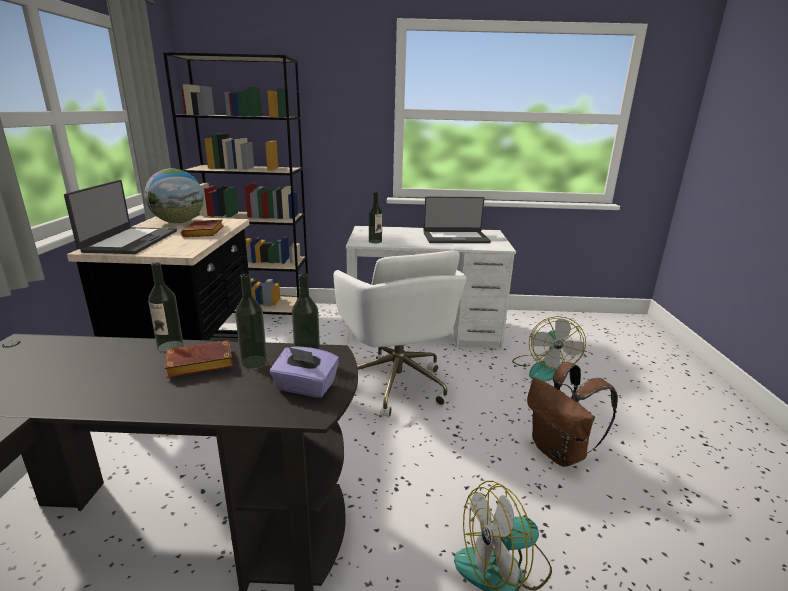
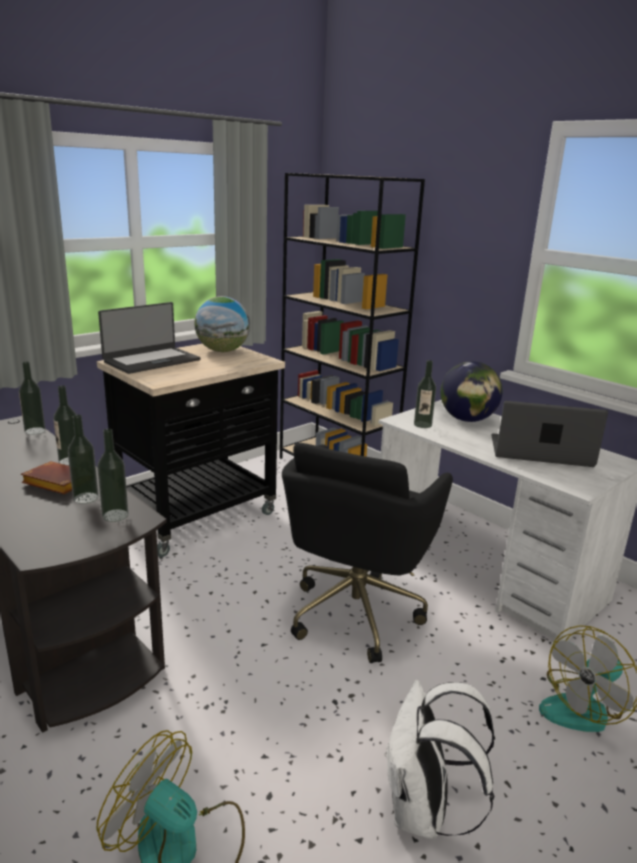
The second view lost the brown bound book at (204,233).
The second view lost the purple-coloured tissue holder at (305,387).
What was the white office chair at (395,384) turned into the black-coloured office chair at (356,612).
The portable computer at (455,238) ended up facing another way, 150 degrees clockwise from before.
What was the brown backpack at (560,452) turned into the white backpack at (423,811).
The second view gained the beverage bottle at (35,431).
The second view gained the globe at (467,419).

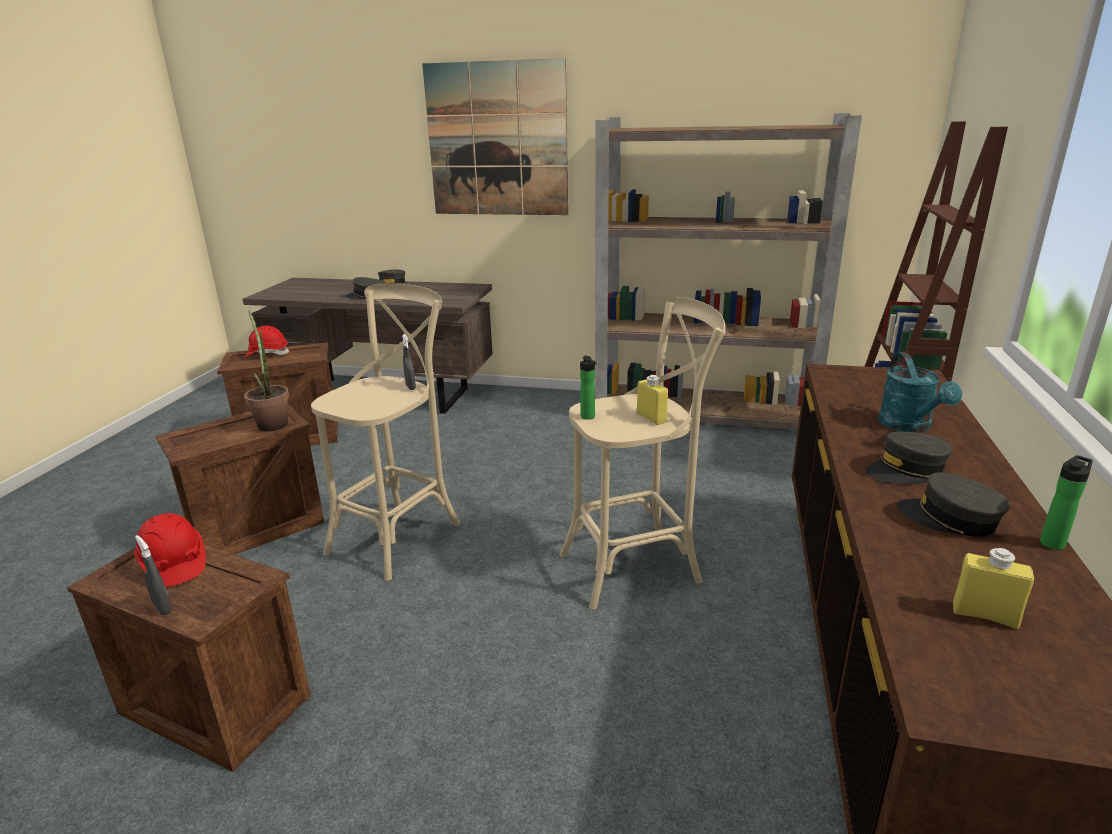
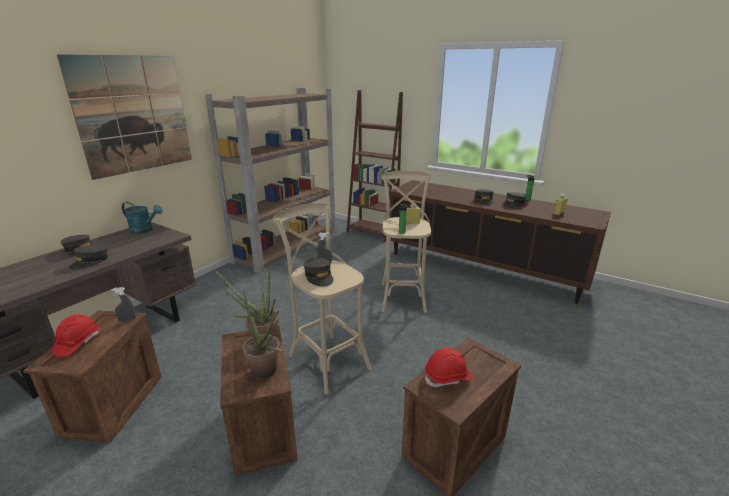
The grey sprayer ended up elsewhere, having gone from (162,608) to (127,320).
The blue-green watering can ended up elsewhere, having gone from (909,427) to (145,230).
The second view gained the houseplant at (267,373).
The second view gained the grey peaked cap at (319,277).

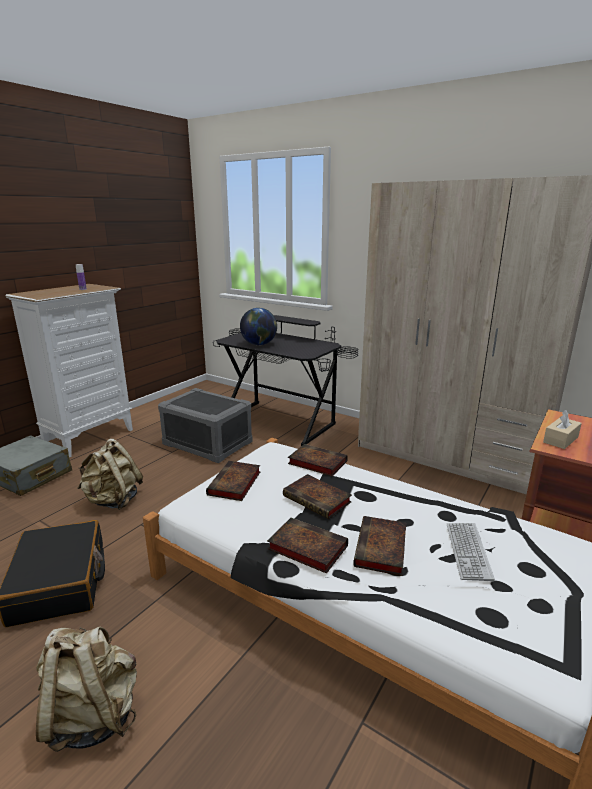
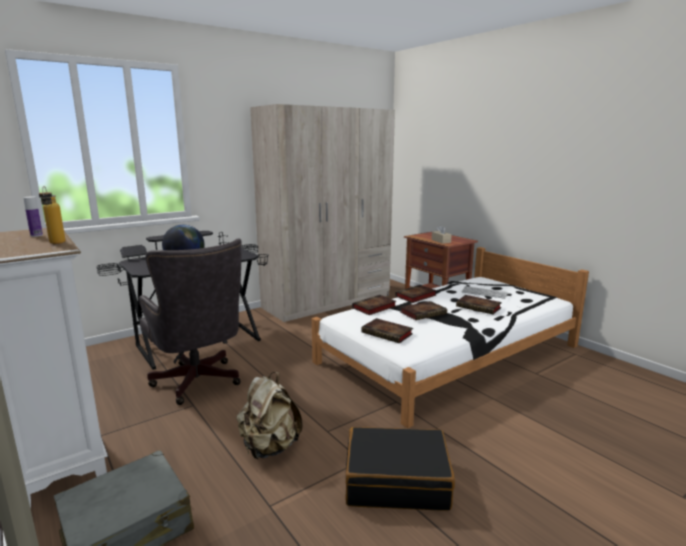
The second view lost the sand-coloured backpack at (93,715).
Where the grey storage box stood at (207,443), the grey office chair came to stand at (199,383).
The bound book ended up elsewhere, having gone from (305,547) to (415,296).
The second view gained the beverage bottle at (56,243).

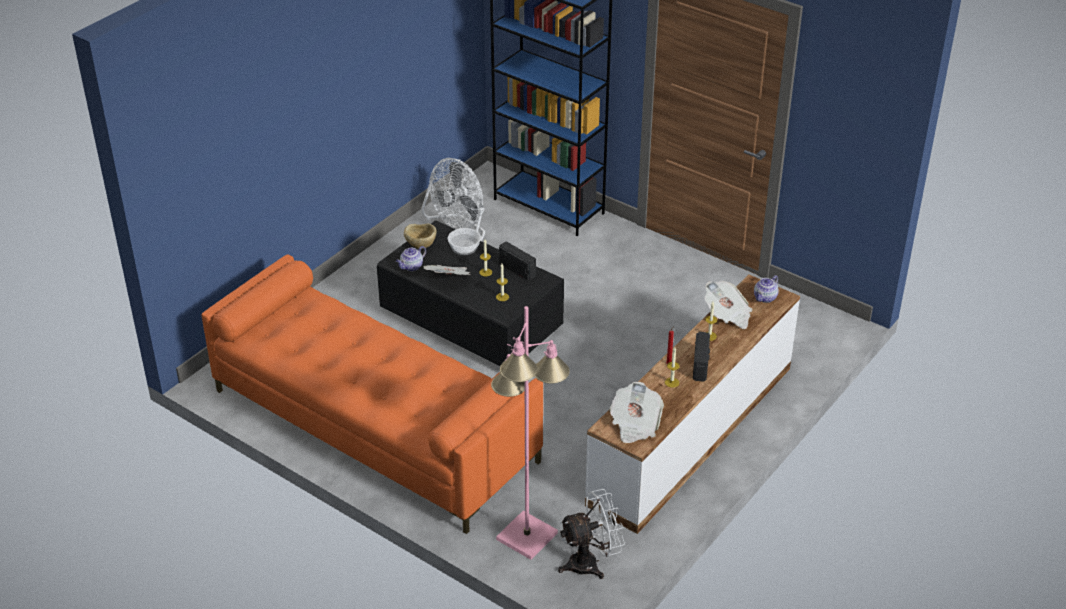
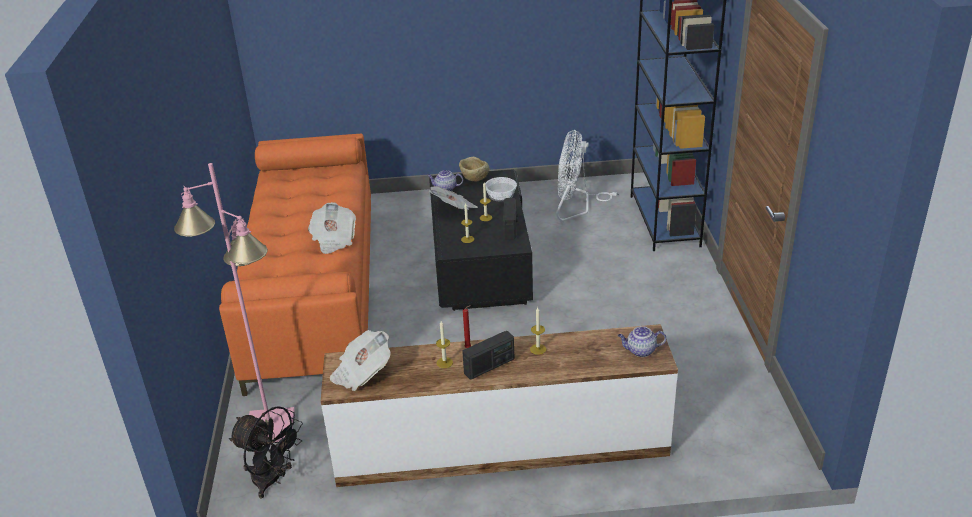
What was the white fan at (590,563) turned into the black-coloured fan at (273,480).
The daily paper ended up elsewhere, having gone from (727,315) to (333,240).

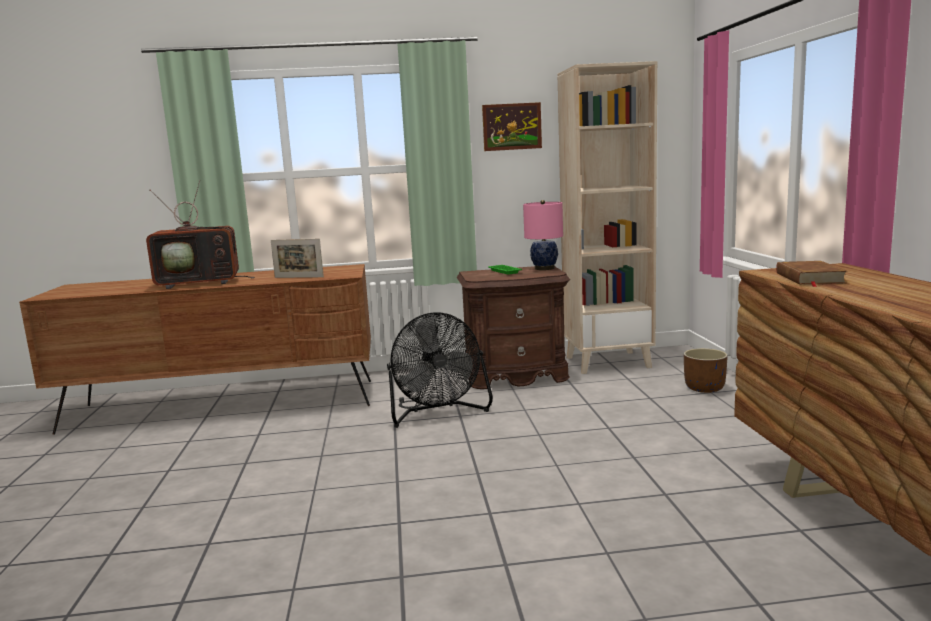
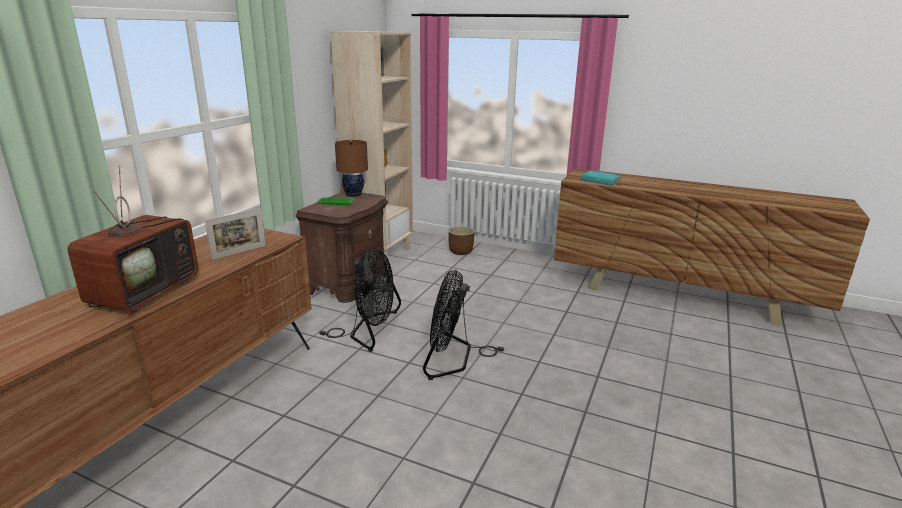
The second view lost the wall art at (512,126).
What was the pink lamp for a table at (544,268) turned into the brown lamp for a table at (353,194).
What was the brown bound book at (809,278) turned into the blue-green bound book at (601,181).
The second view gained the black-coloured fan at (455,355).

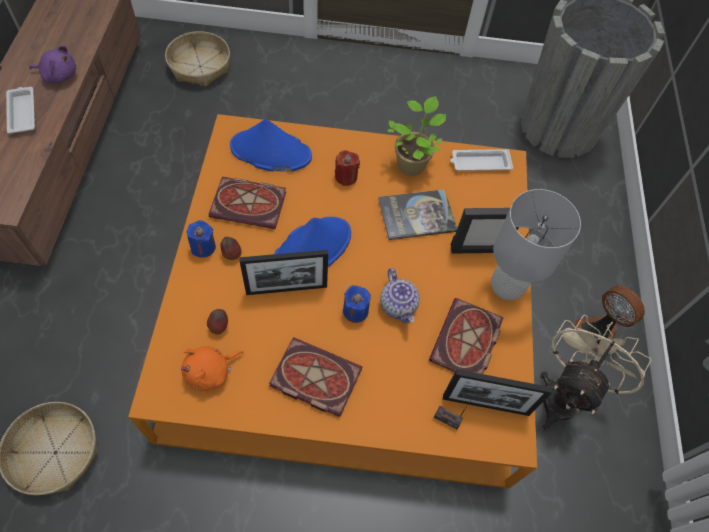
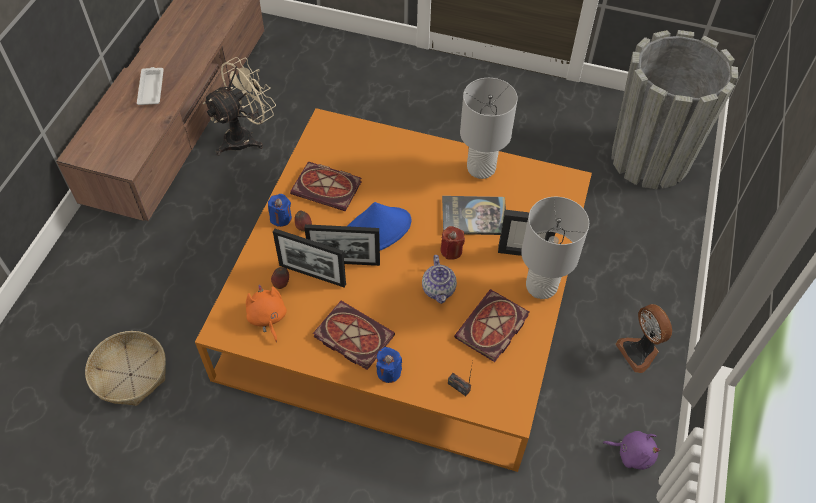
The purple-coloured cuddly toy ended up elsewhere, having gone from (59,75) to (632,454).
The second view lost the storage basket at (200,66).
The orangey cuddly toy at (211,372) ended up facing another way, 90 degrees clockwise from before.
The second view lost the blue-coloured wearable hat at (270,151).
The reddish wax candle ended up elsewhere, having gone from (346,177) to (451,250).
The blue-coloured wax candle ended up elsewhere, having gone from (355,311) to (388,372).
Where the houseplant stood at (411,163), the grey lamp for a table came to stand at (480,171).
The photo frame ended up elsewhere, having gone from (485,405) to (312,275).
The second view lost the white tray at (479,163).
The sand-coloured fan ended up elsewhere, having gone from (564,394) to (245,137).

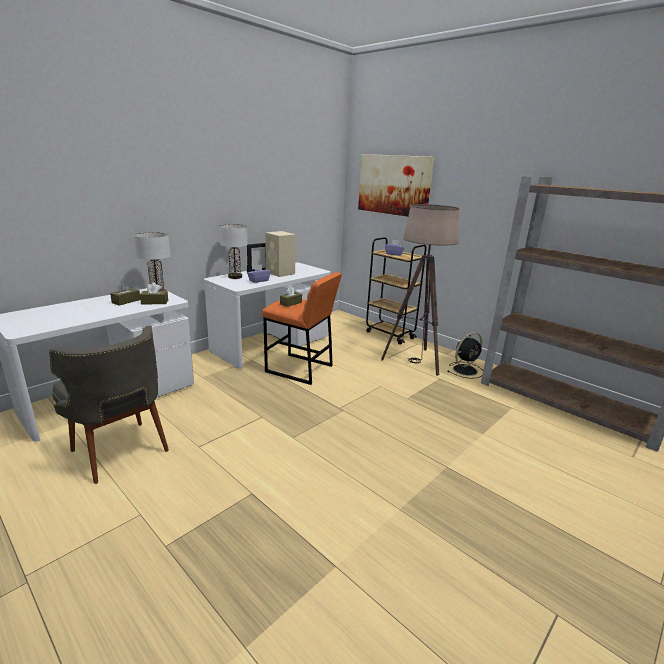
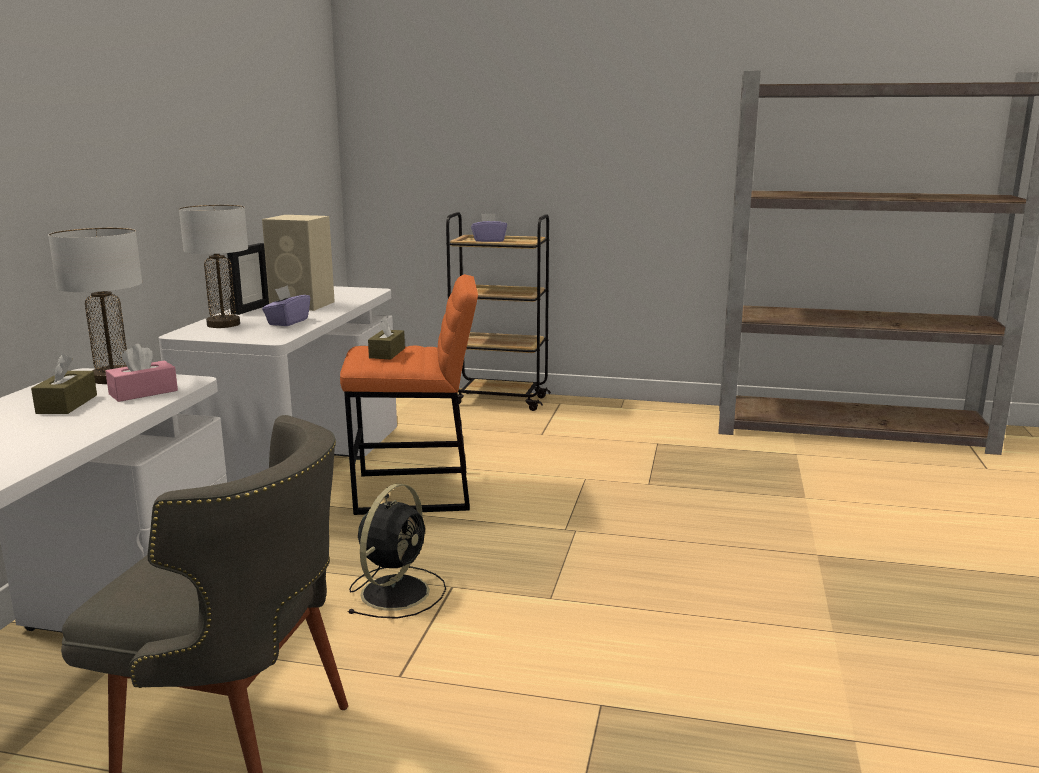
What was the brown tissue holder at (154,302) turned into the pink tissue holder at (143,392).
The second view lost the wall art at (394,185).
The second view lost the floor lamp at (414,361).
The black-coloured fan ended up elsewhere, having gone from (465,370) to (397,591).

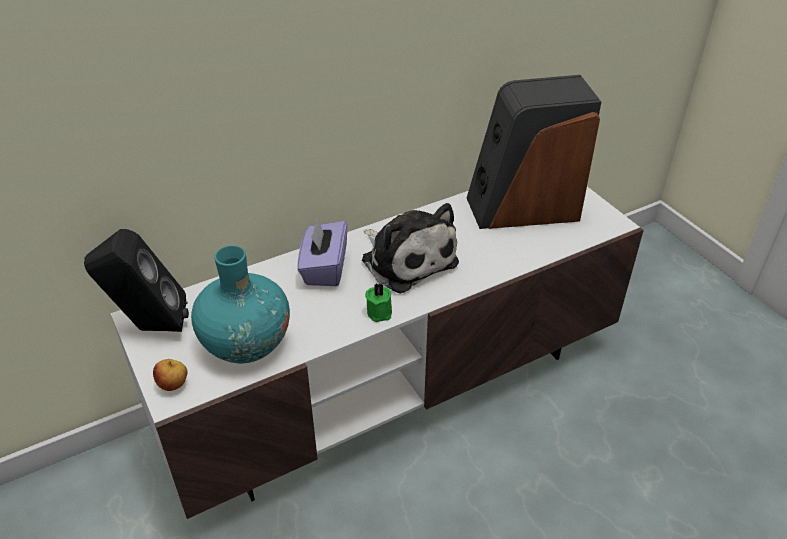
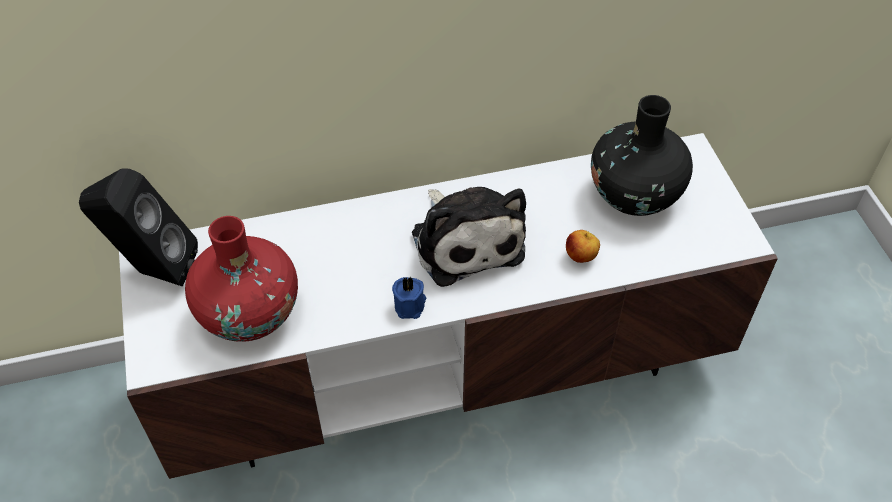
The whole apple ended up elsewhere, having gone from (174,385) to (581,257).
What was the blue-green vase at (246,343) turned into the reddish vase at (249,314).
The second view lost the purple-coloured tissue holder at (324,268).
What was the green-coloured wax candle at (380,311) turned into the blue-coloured wax candle at (411,305).
Where the speaker stood at (522,207), the black-coloured vase came to stand at (634,195).

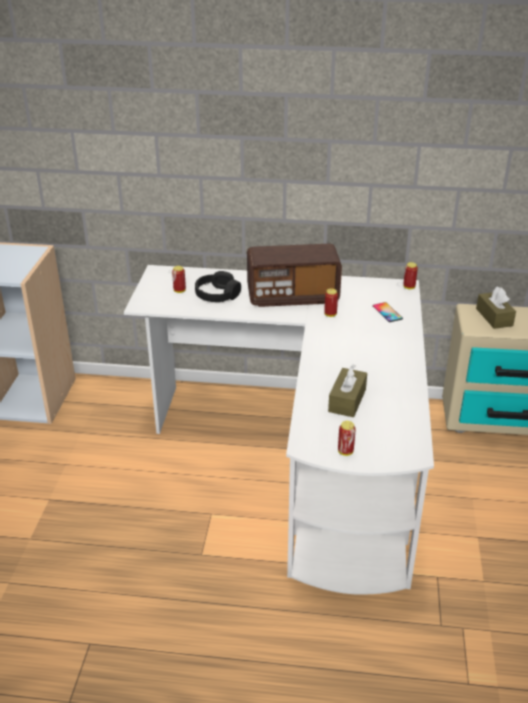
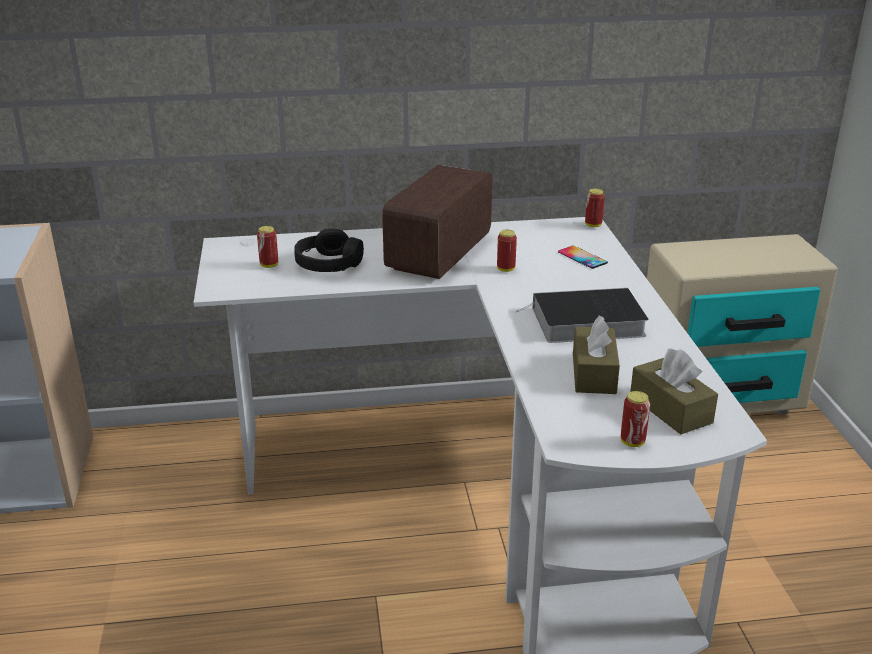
The radio at (292,296) ended up facing another way, 135 degrees clockwise from before.
The brown tissue holder ended up elsewhere, having gone from (494,317) to (670,409).
The second view gained the bound book at (584,323).

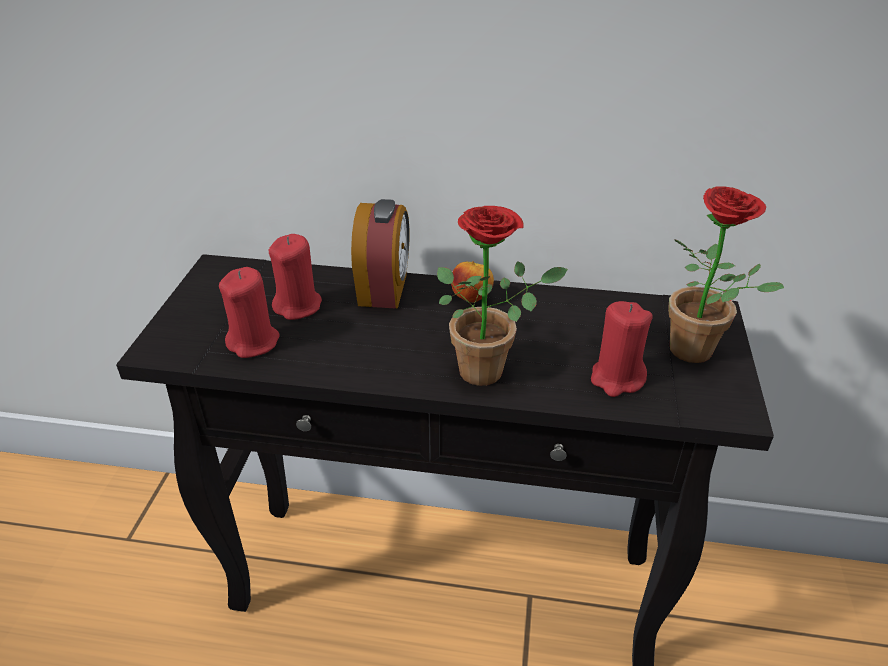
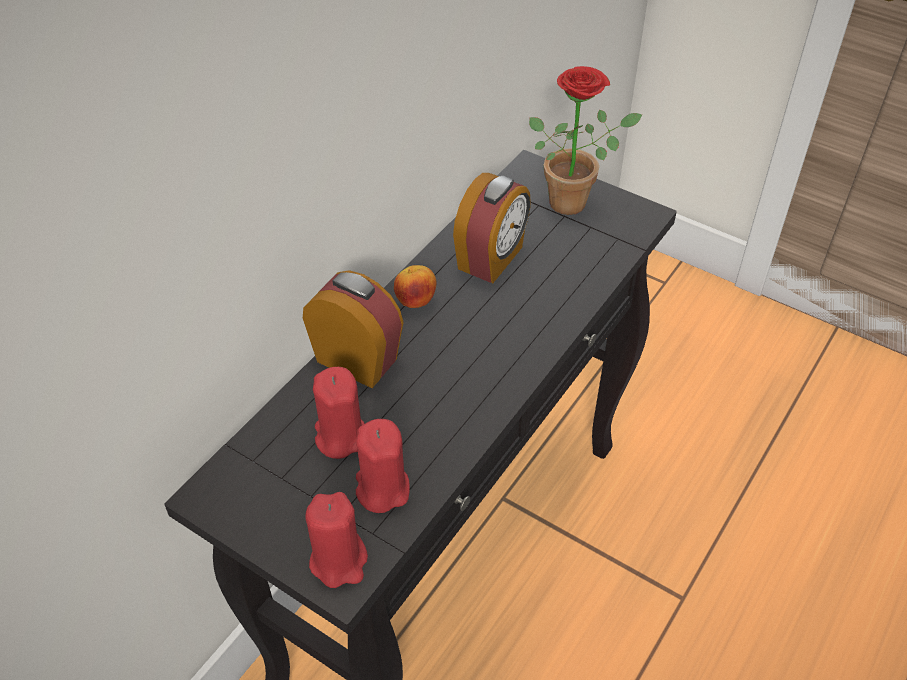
The second view lost the houseplant at (490,369).
The reddish wax candle ended up elsewhere, having gone from (617,378) to (339,561).
The second view gained the bedside clock at (492,259).

